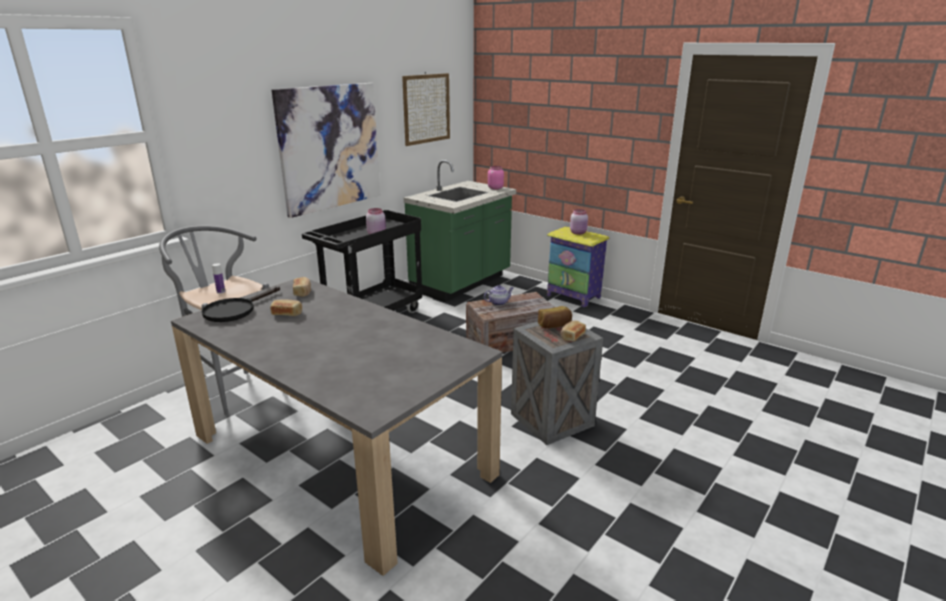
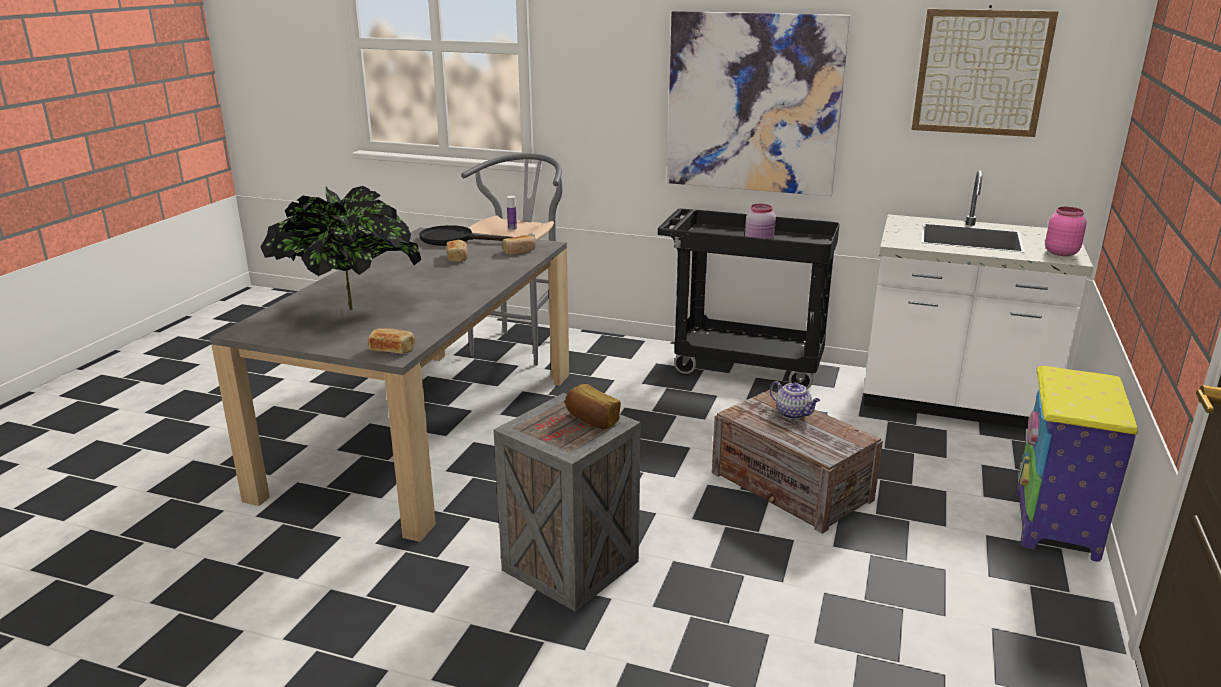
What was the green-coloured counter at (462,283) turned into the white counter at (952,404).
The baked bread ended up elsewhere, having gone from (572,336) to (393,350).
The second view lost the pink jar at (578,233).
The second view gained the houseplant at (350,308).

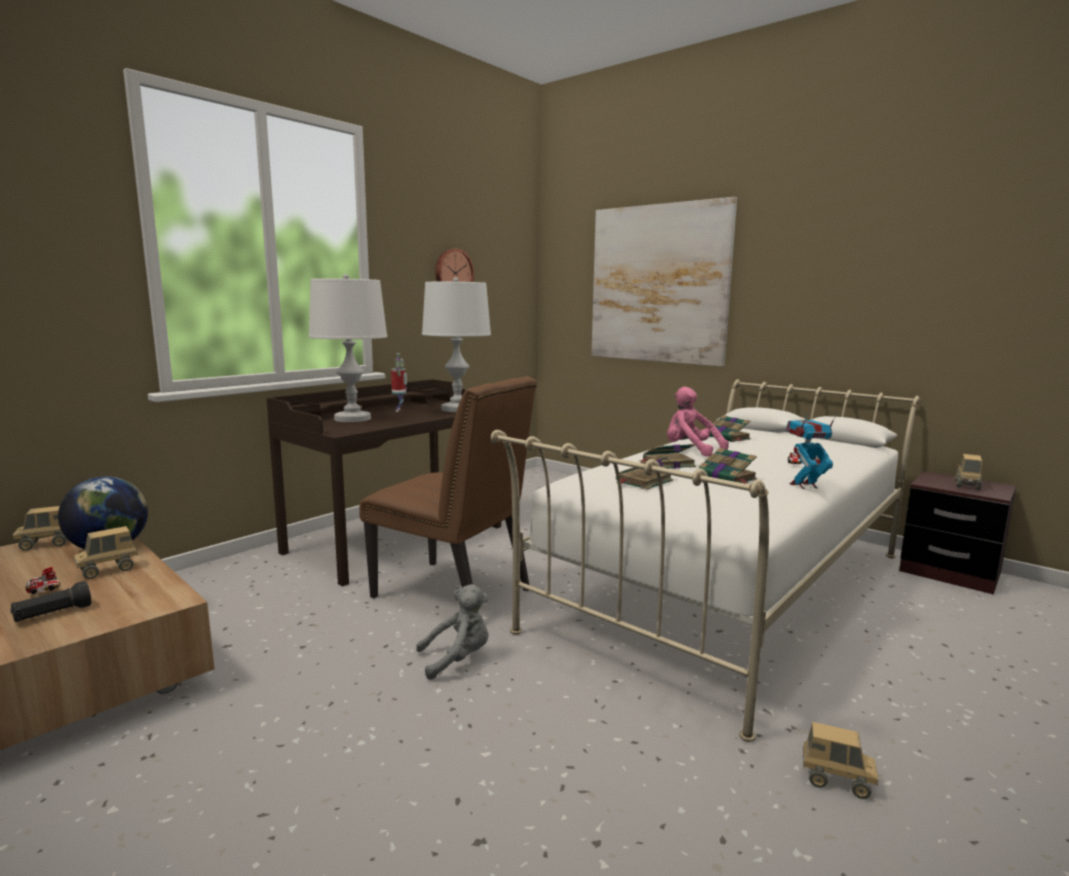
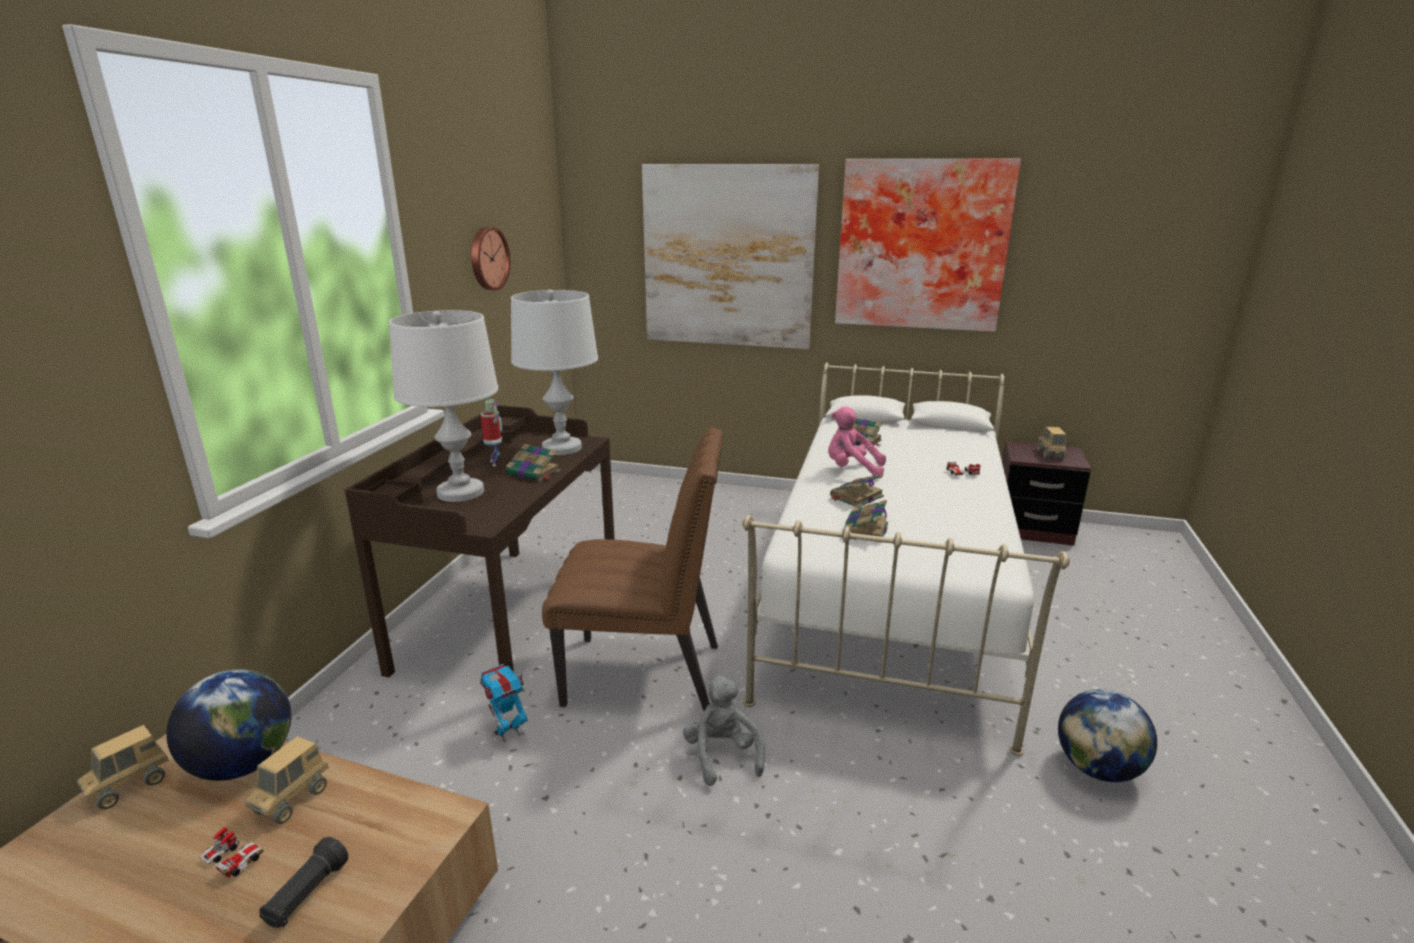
The grey cuddly toy at (458,659) ended up facing another way, 60 degrees counterclockwise from before.
The bound book ended up elsewhere, having gone from (727,477) to (534,473).
The robot figure ended up elsewhere, having gone from (804,485) to (508,733).
Where the toy truck stood at (836,781), the globe came to stand at (1097,768).
The second view gained the wall art at (921,245).

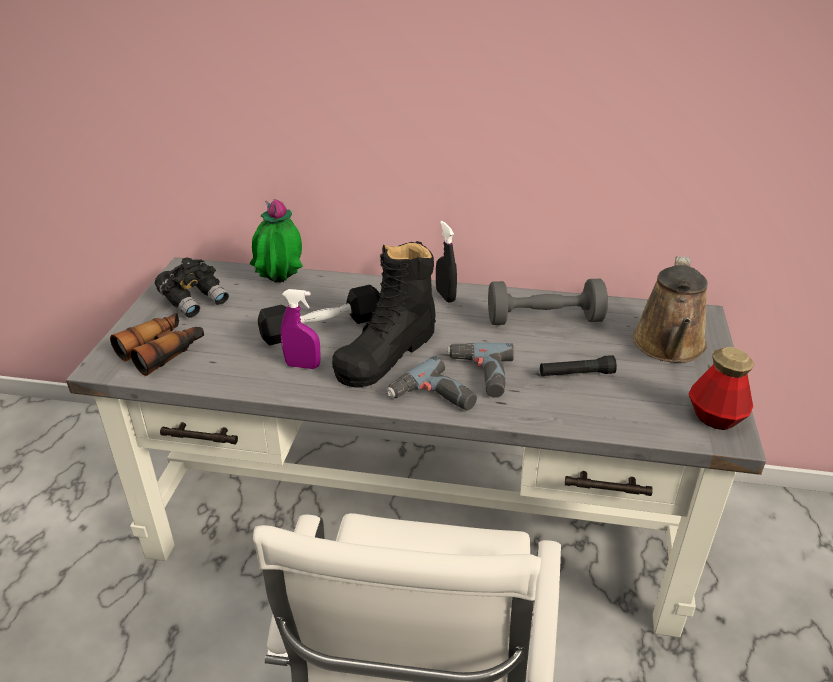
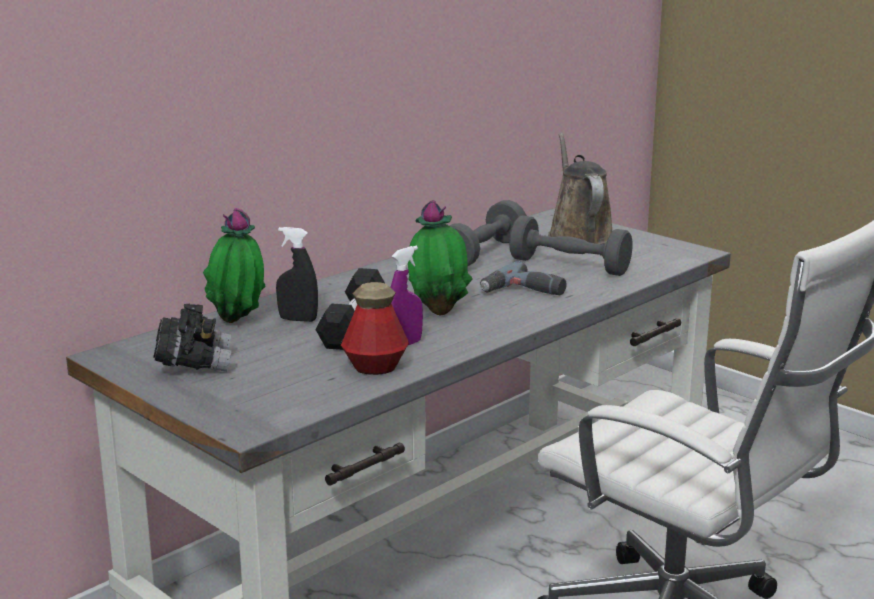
The second view lost the field glasses at (163,351).
Where the black-coloured boot stood at (387,352), the houseplant came to stand at (438,312).
The second view lost the electric drill at (433,398).
The black-coloured sprayer ended up elsewhere, having gone from (445,296) to (298,319).
Where the black-coloured flashlight stood at (576,374), the grey hand weight came to stand at (569,266).
The brown watering can at (669,347) ended up facing another way, 150 degrees counterclockwise from before.
The beverage bottle ended up elsewhere, having gone from (715,418) to (375,367).

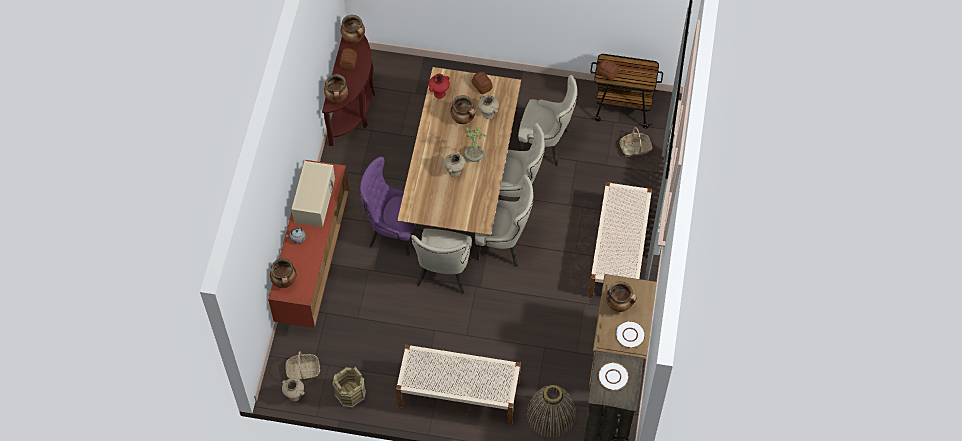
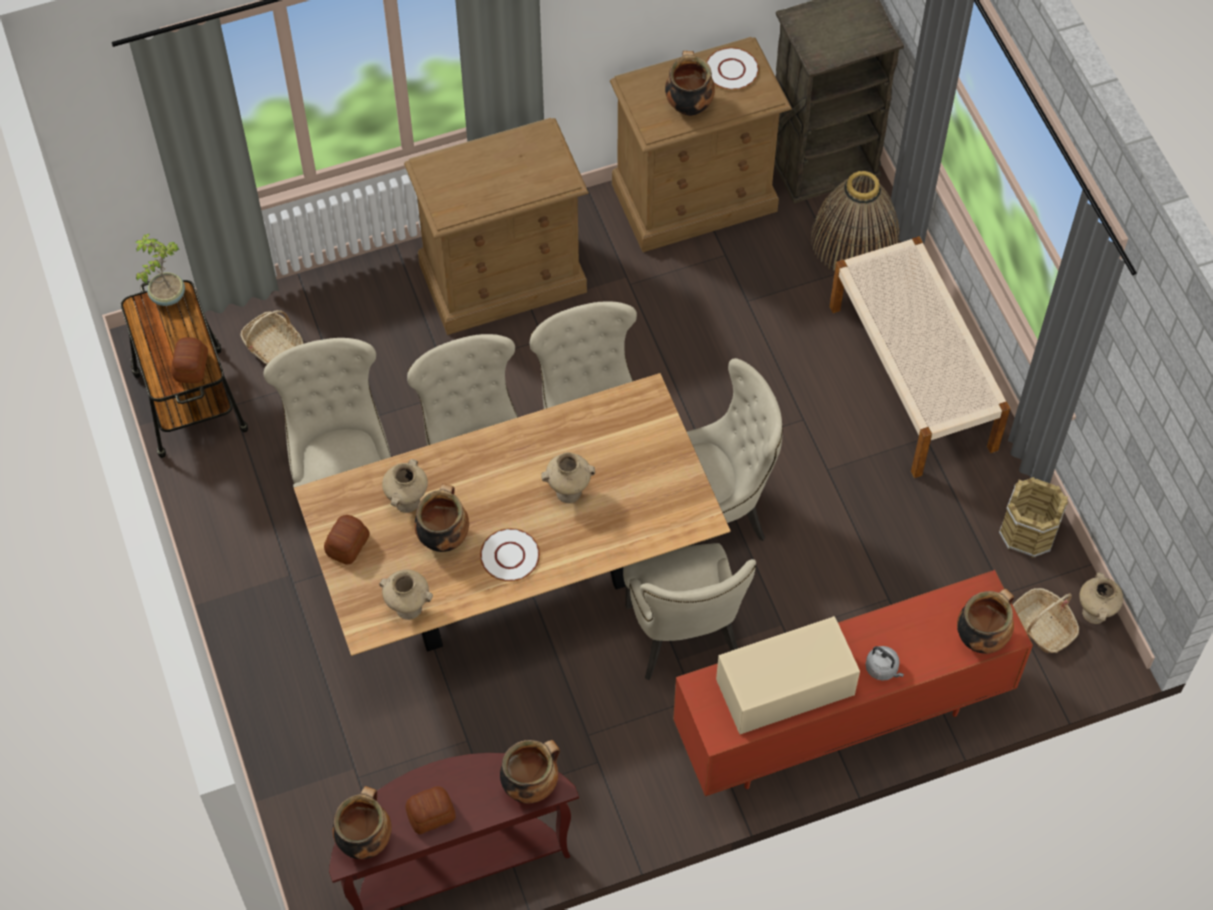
What was the purple-coloured upright chair at (393,231) turned into the sand-coloured upright chair at (683,635).
What was the reddish vase at (439,93) turned into the sand-coloured vase at (408,608).
The houseplant ended up elsewhere, having gone from (474,156) to (167,295).
Where the sand-coloured long seat stood at (619,253), the brown chest of drawers came to stand at (503,278).
The white flat dish ended up elsewhere, having gone from (613,376) to (509,555).

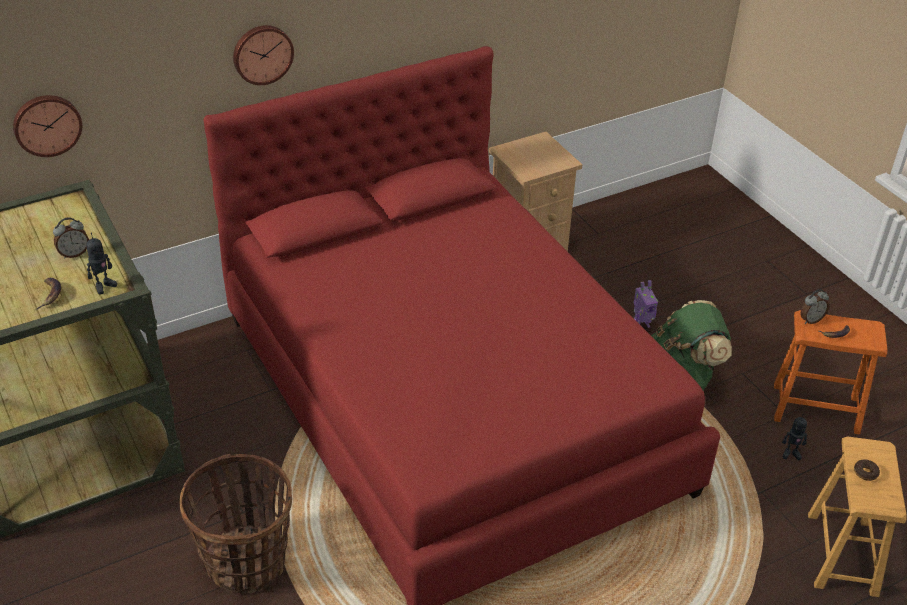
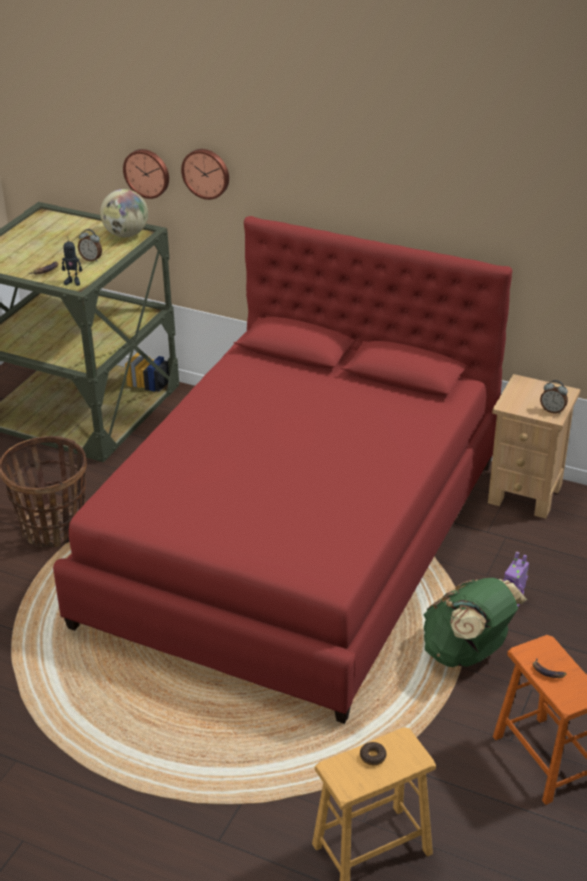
The wall clock ended up elsewhere, having gone from (262,53) to (206,173).
The second view lost the robot figure at (791,453).
The bedside clock ended up elsewhere, having gone from (810,320) to (552,410).
The second view gained the globe at (126,235).

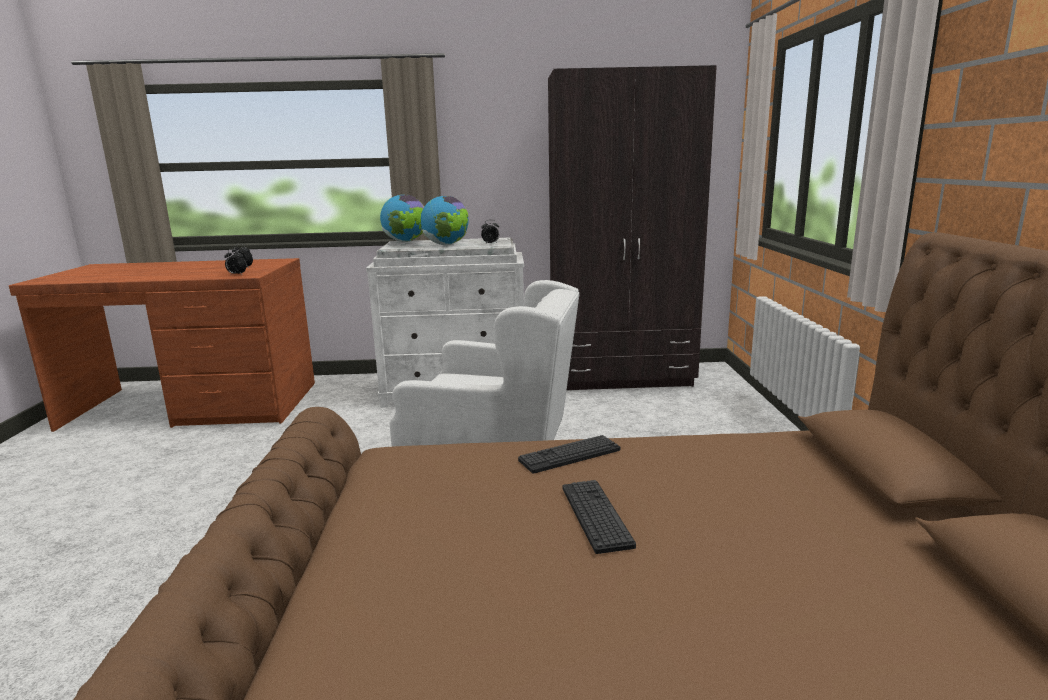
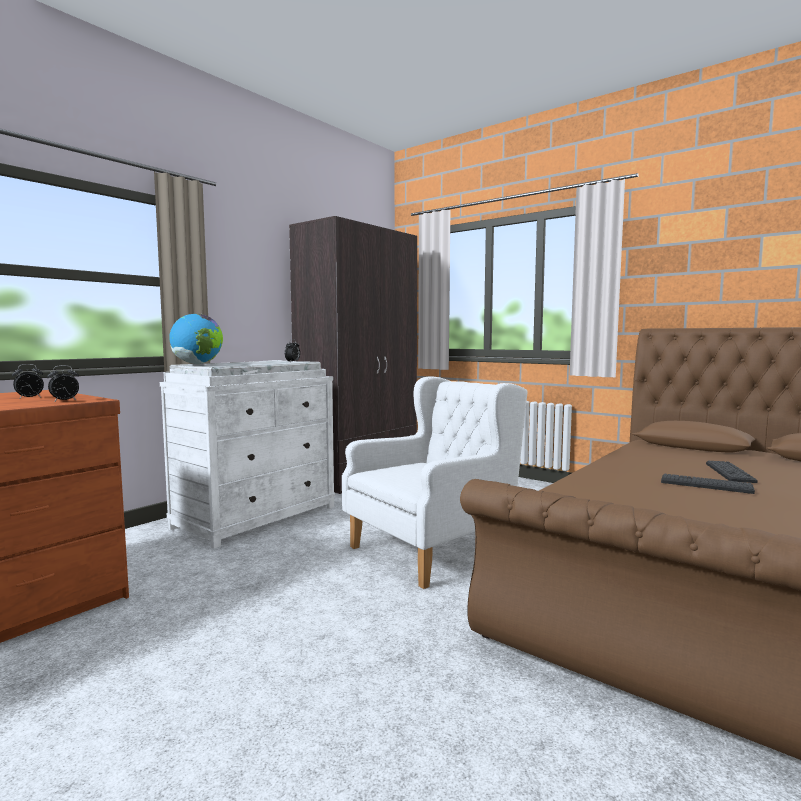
The second view lost the globe at (446,245).
The keyboard ended up elsewhere, having gone from (570,455) to (729,472).

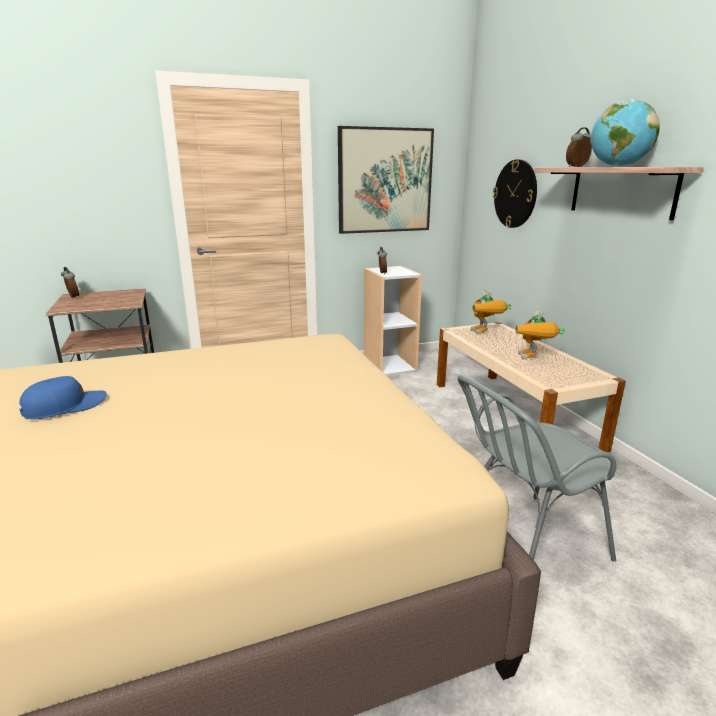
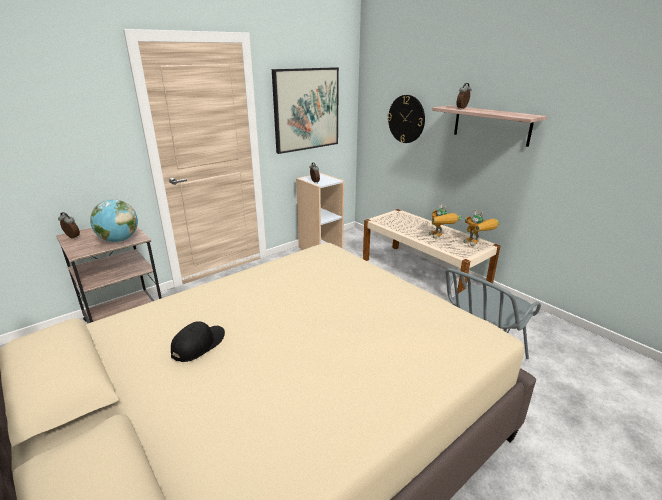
What was the blue-coloured peaked cap at (65,407) turned into the black-coloured peaked cap at (198,345).
The robot figure ended up elsewhere, having gone from (485,333) to (477,244).
The globe ended up elsewhere, having gone from (617,166) to (119,240).

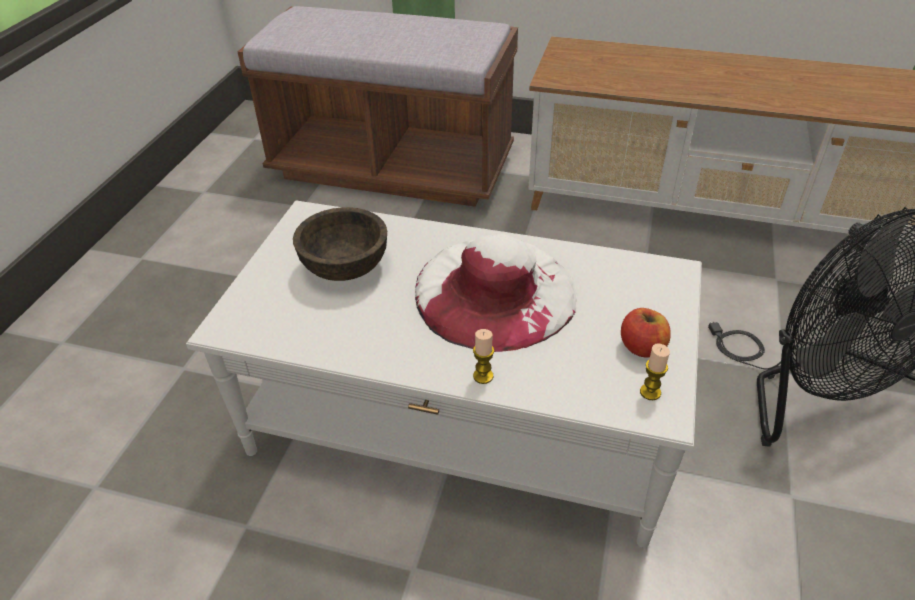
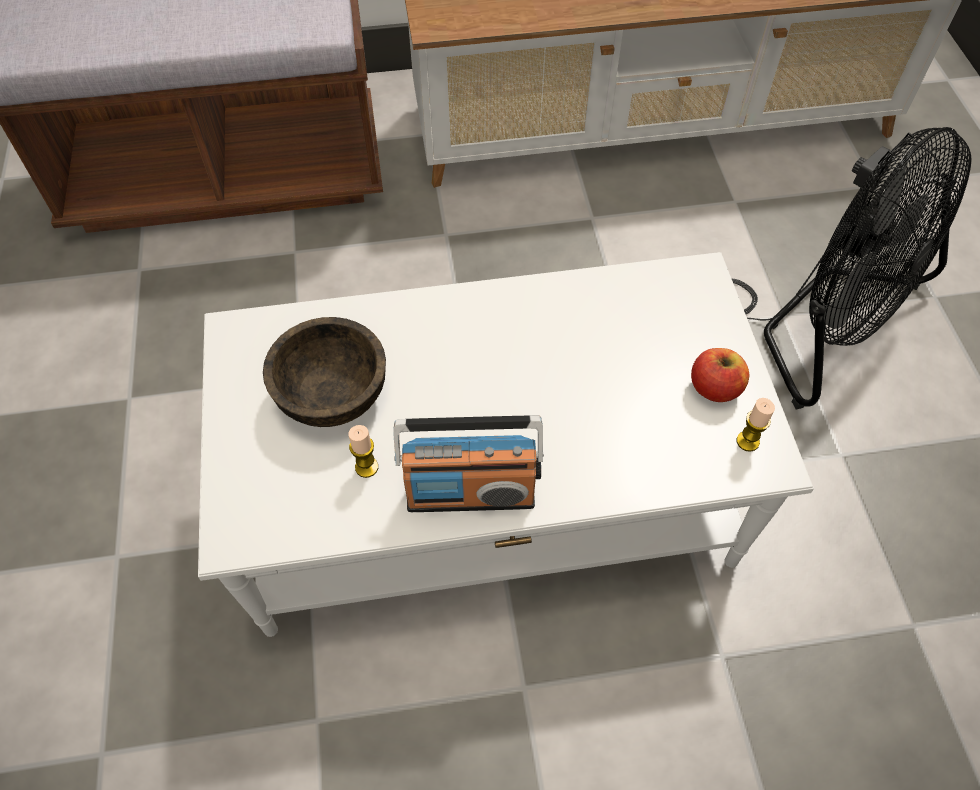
The second view lost the white wearable hat at (495,291).
The wax candle ended up elsewhere, having gone from (483,376) to (366,467).
The second view gained the radio at (470,493).

